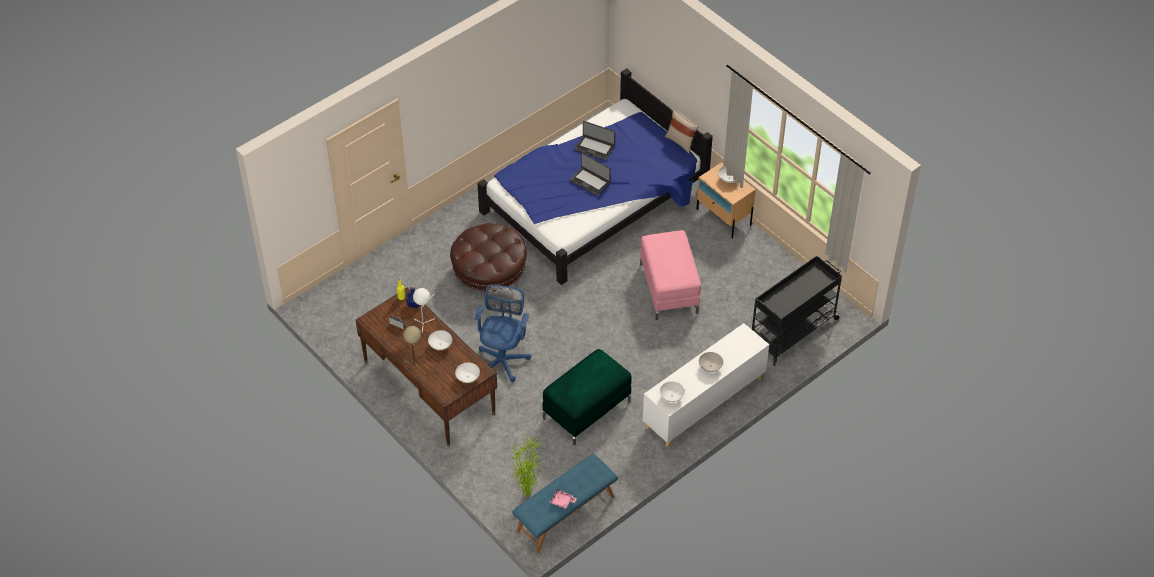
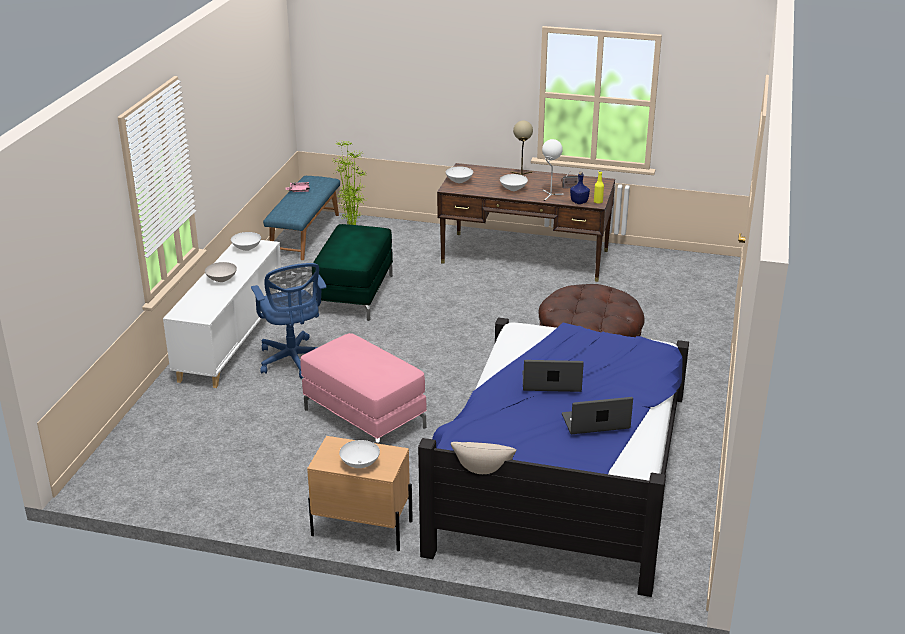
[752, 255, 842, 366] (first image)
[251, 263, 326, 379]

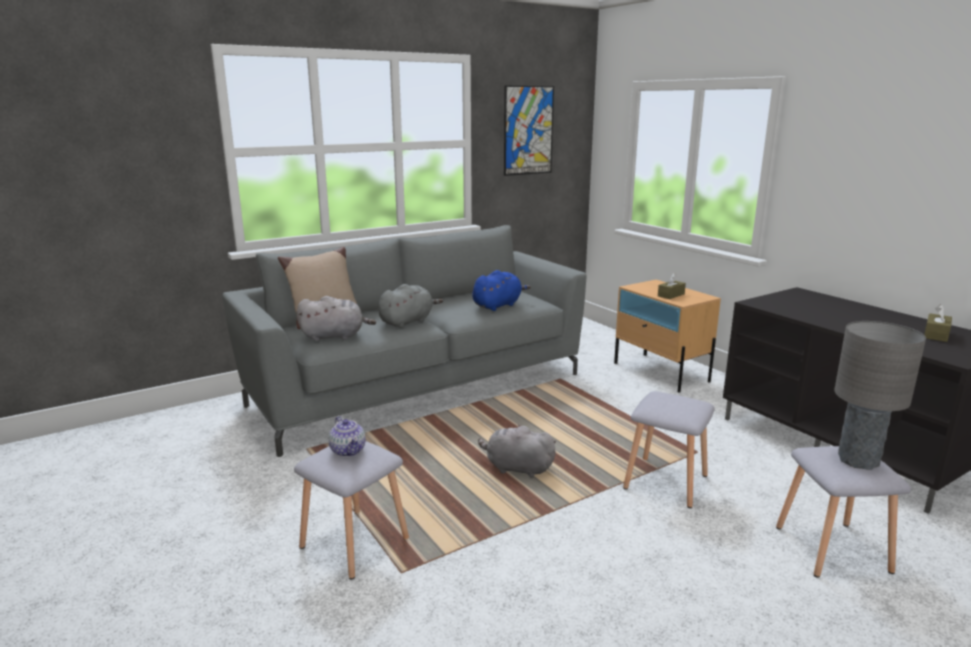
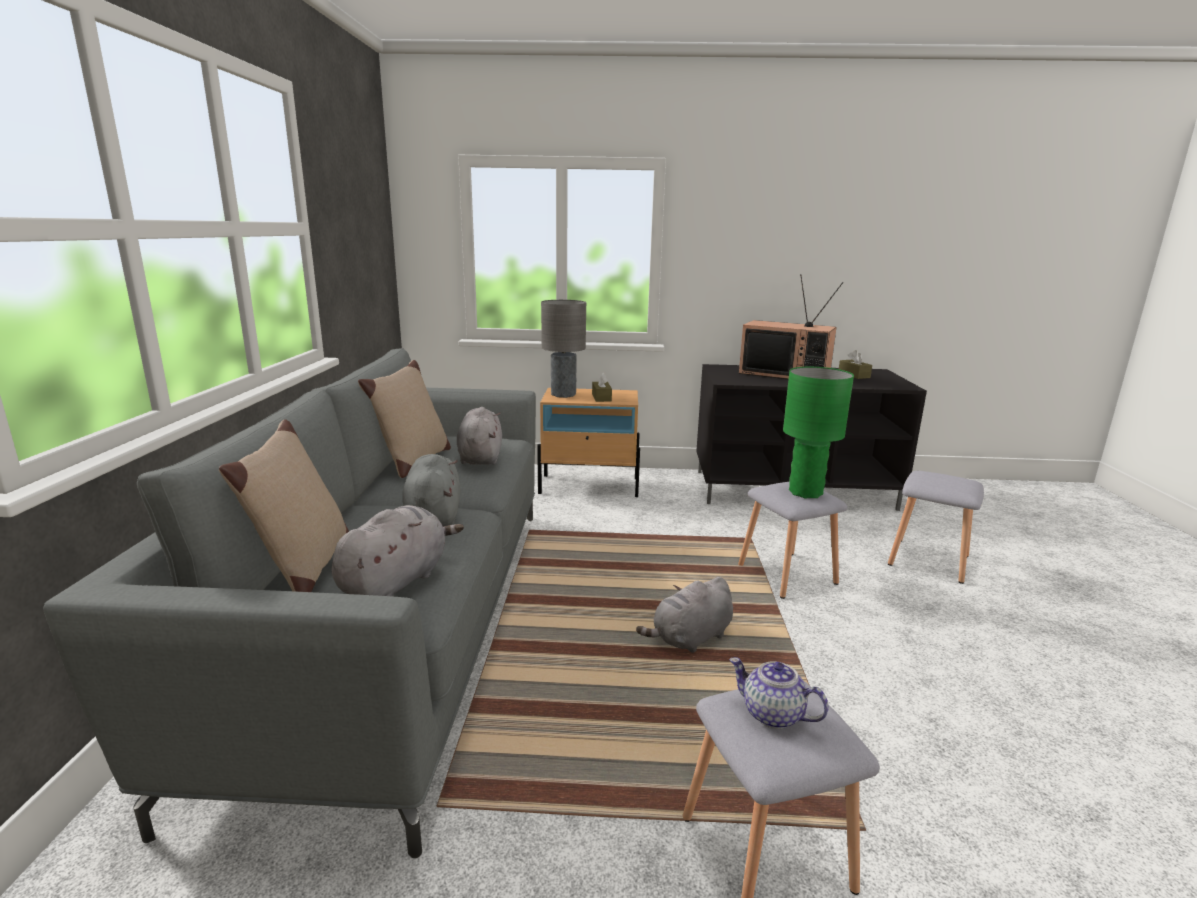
[504, 86, 554, 176] (first image)
[457, 407, 502, 465]
[541, 300, 586, 398]
[729, 657, 829, 729]
[739, 274, 843, 380]
[358, 360, 451, 478]
[783, 367, 854, 498]

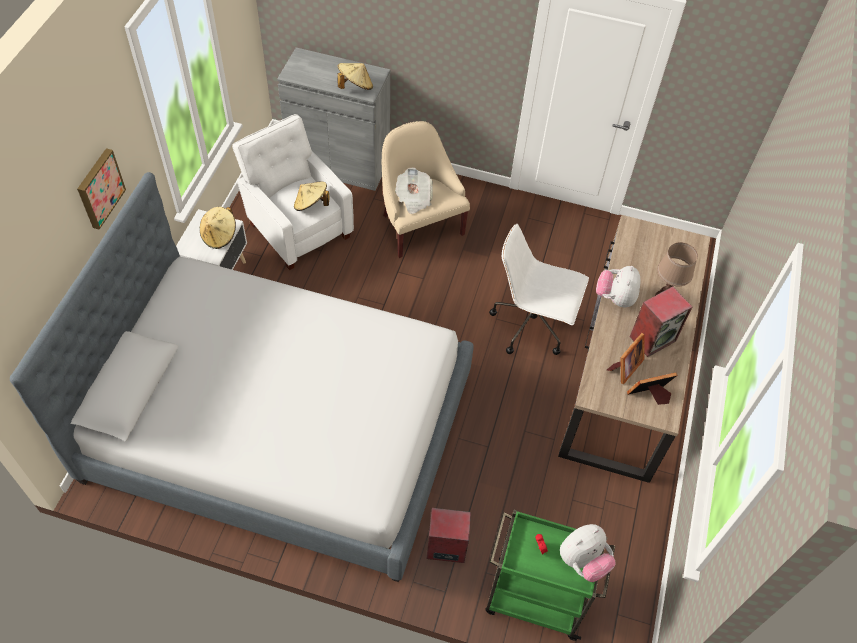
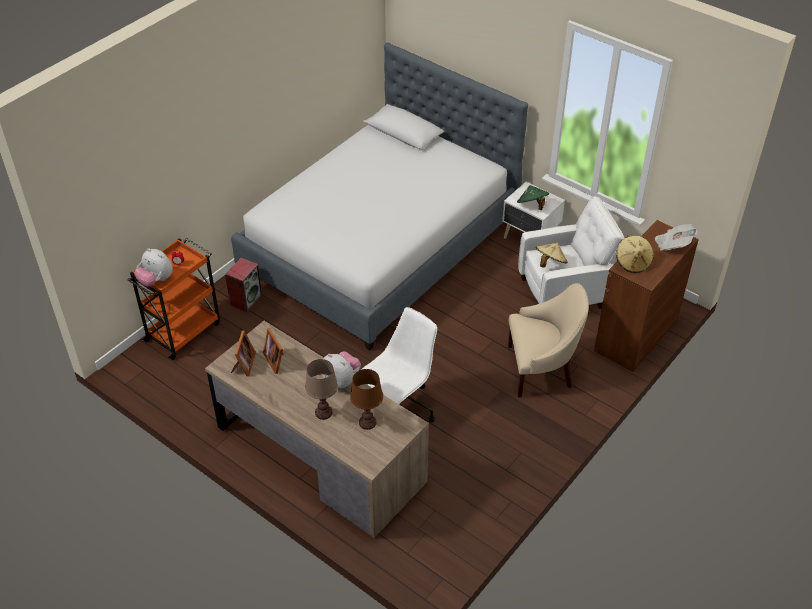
[594, 220, 699, 372]
[77, 148, 126, 230] (first image)
[655, 224, 698, 251]
[517, 185, 549, 210]
[630, 286, 692, 357] (first image)
[128, 238, 220, 360]
[135, 248, 173, 286]
[350, 369, 383, 430]

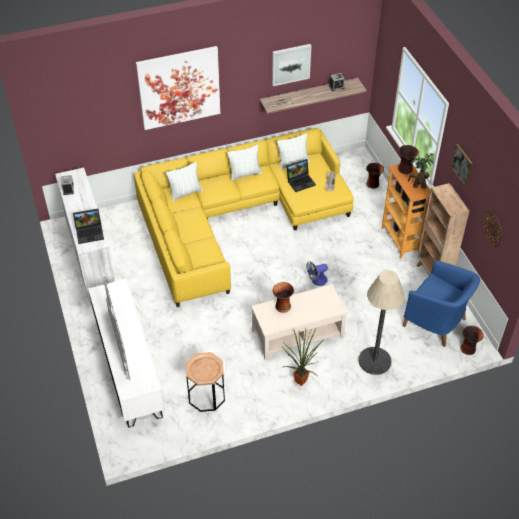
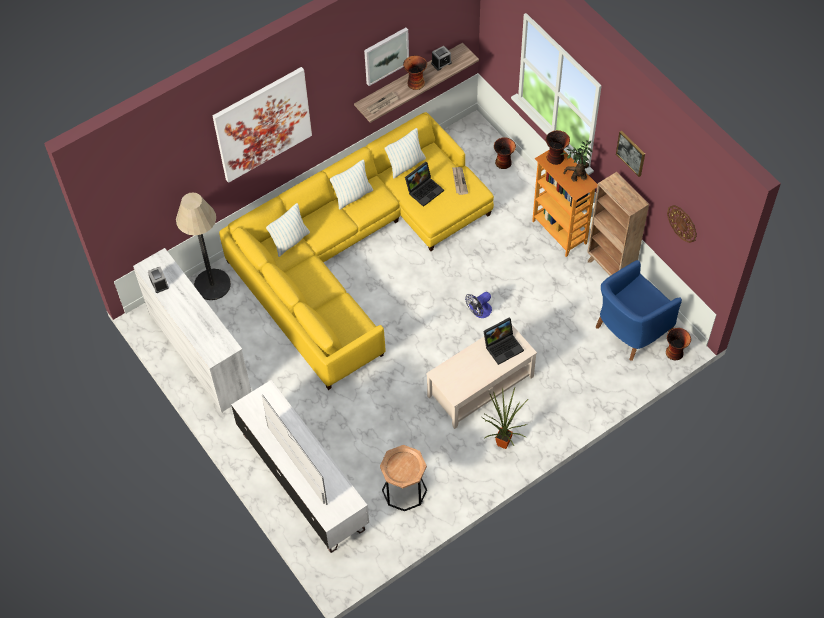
[483, 317, 524, 365]
[596, 260, 682, 361]
[176, 192, 231, 300]
[403, 55, 427, 90]

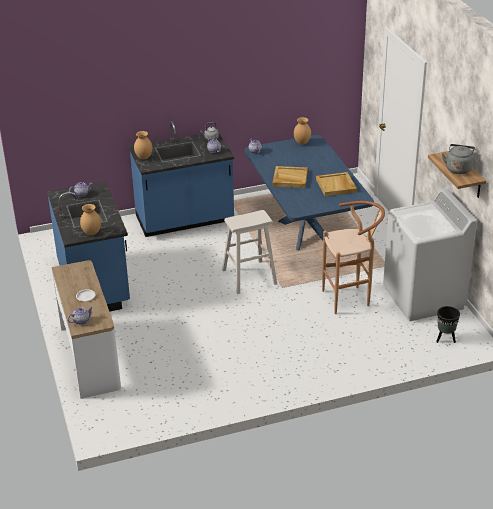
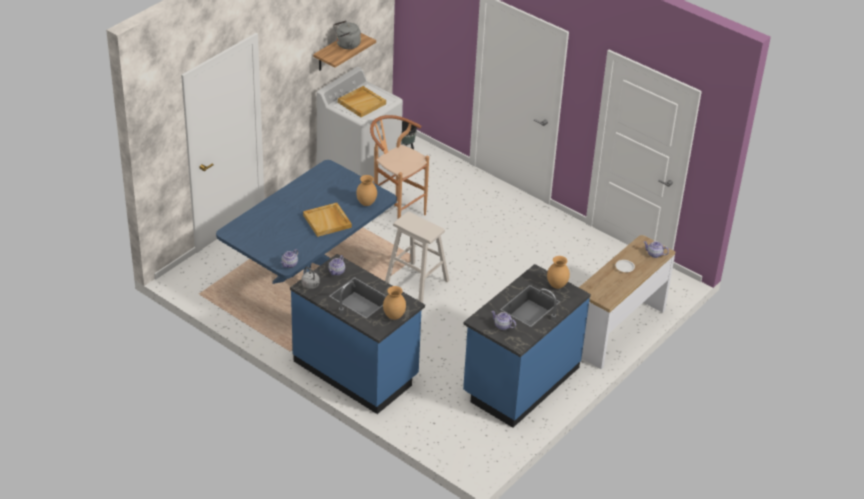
[356, 175, 377, 206]
[338, 86, 386, 117]

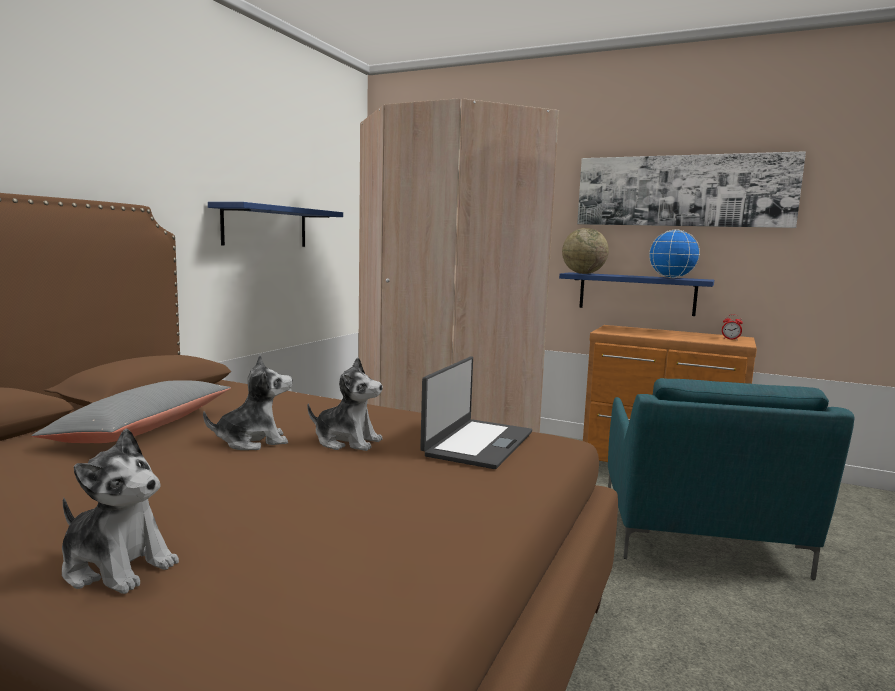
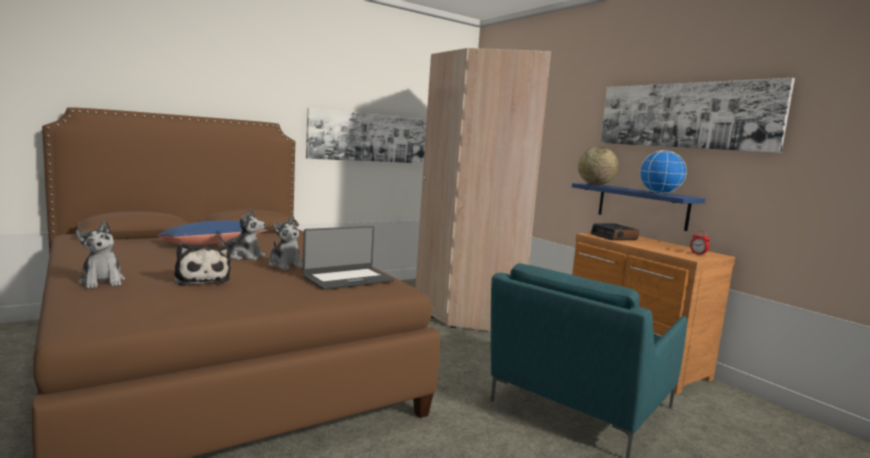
[306, 108, 427, 163]
[156, 220, 267, 245]
[591, 223, 639, 240]
[174, 243, 231, 286]

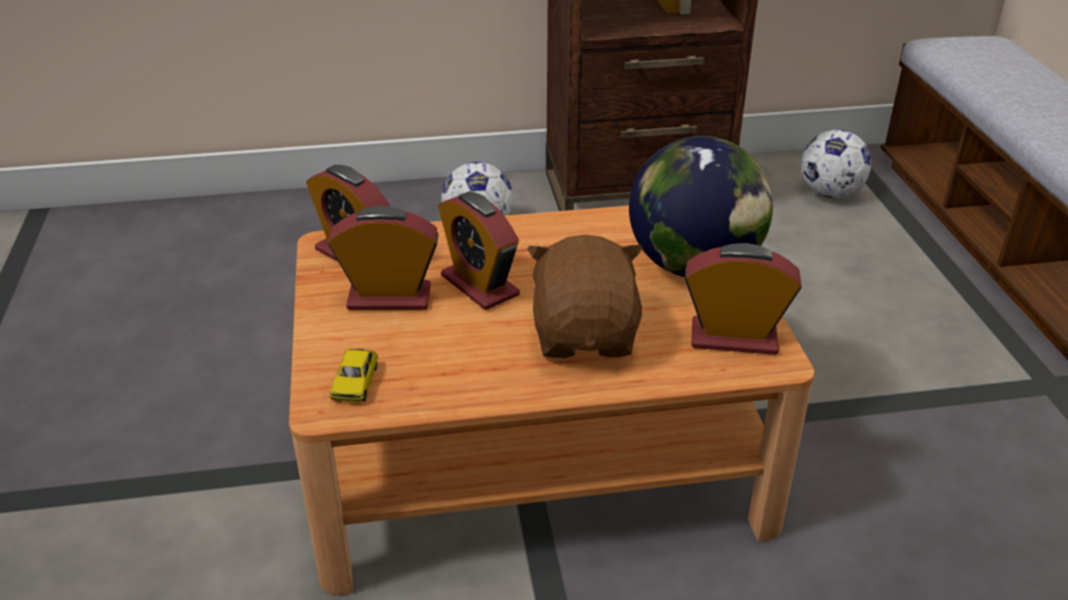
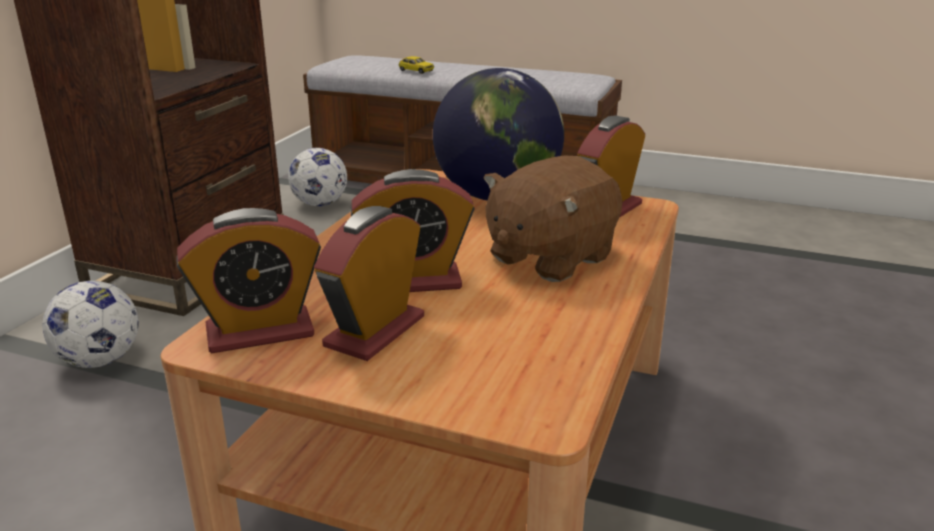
[484, 156, 623, 282]
[399, 56, 434, 74]

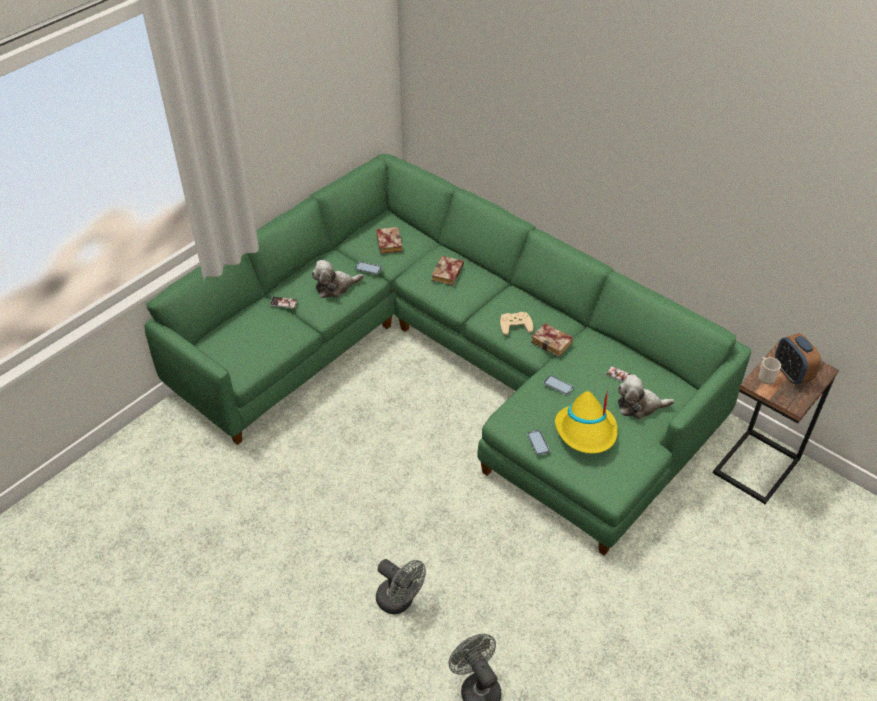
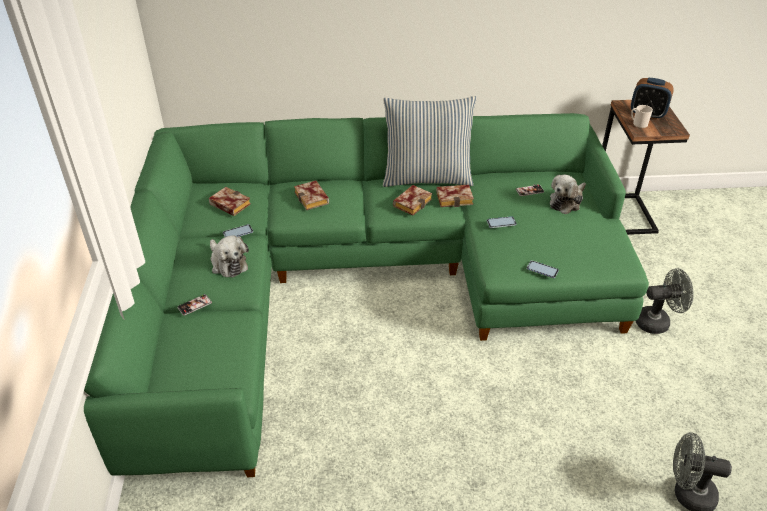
[210, 235, 249, 278]
[393, 185, 432, 215]
[555, 389, 618, 454] (first image)
[636, 268, 694, 334]
[383, 96, 477, 187]

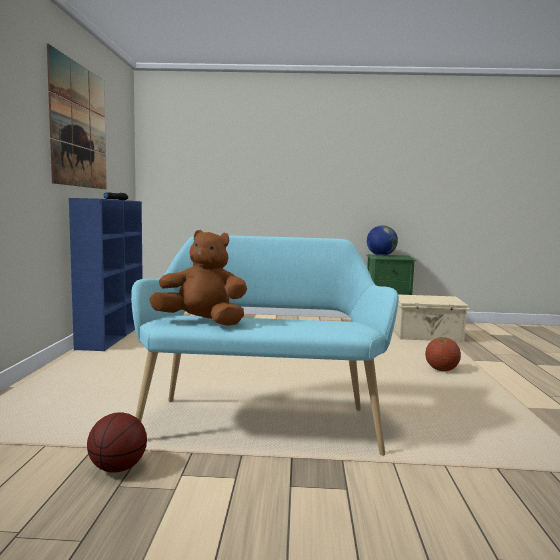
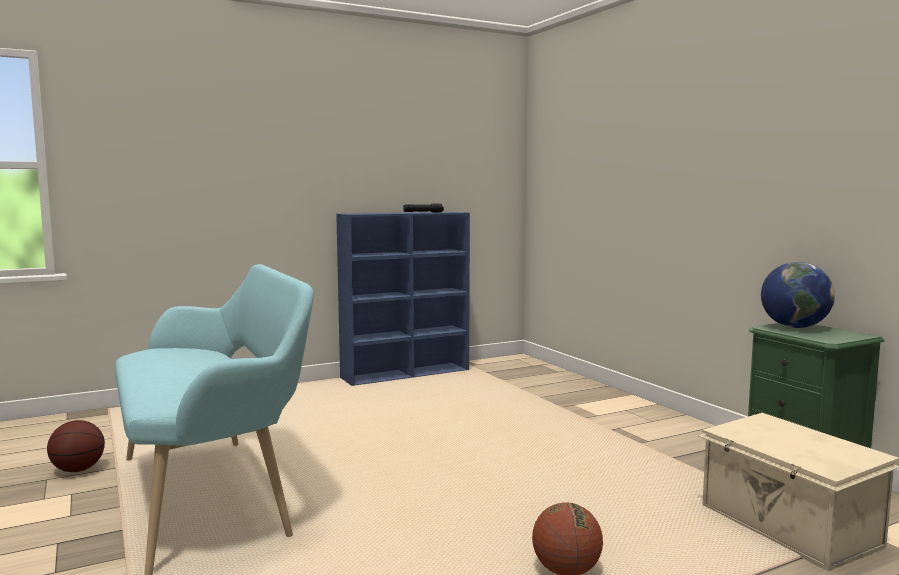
[47, 44, 107, 189] (first image)
[149, 230, 247, 326] (first image)

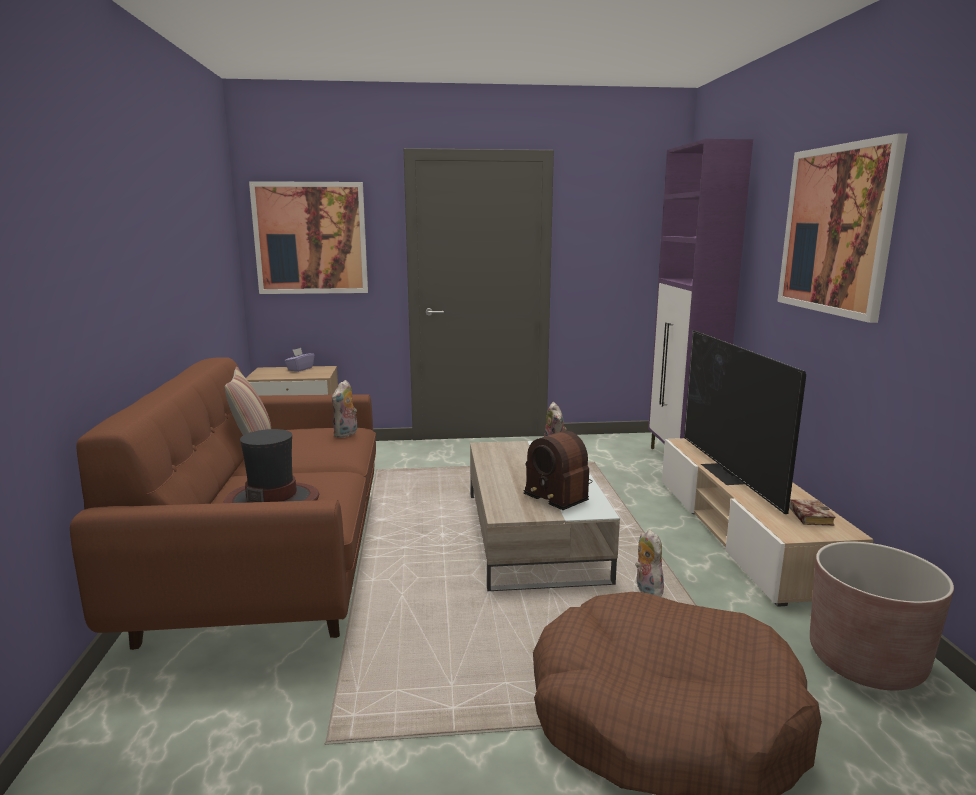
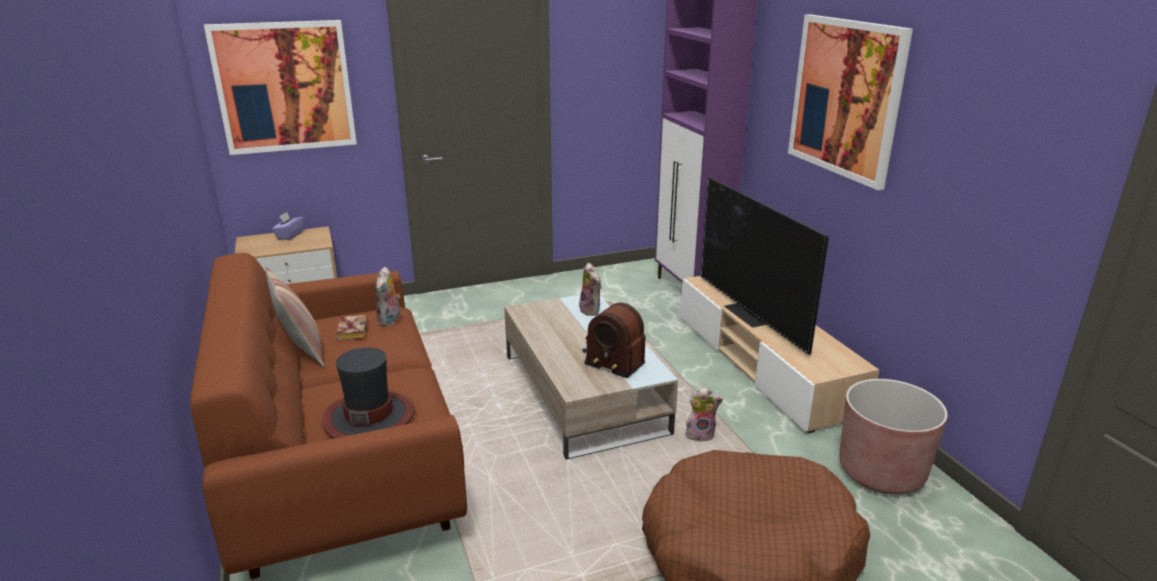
[336, 315, 367, 341]
[685, 387, 723, 441]

